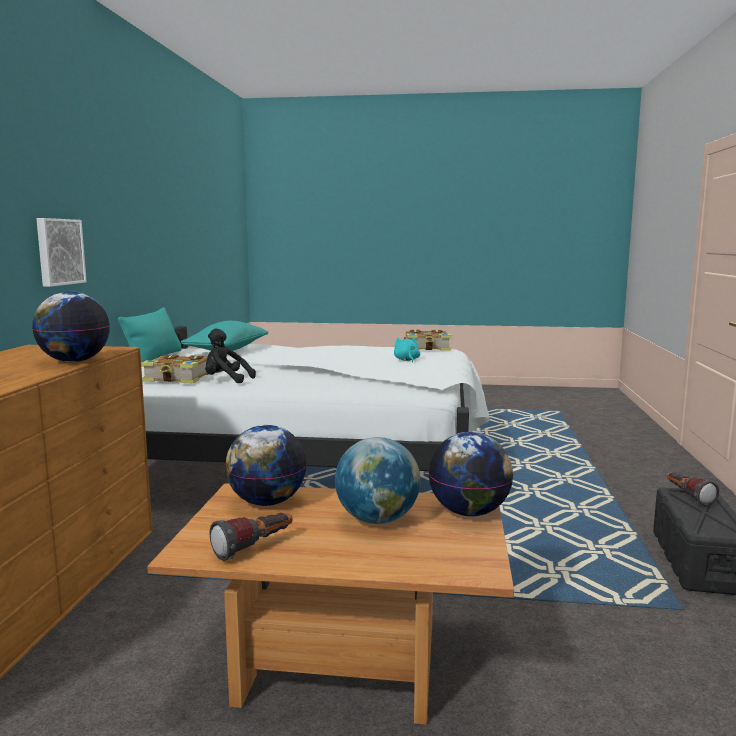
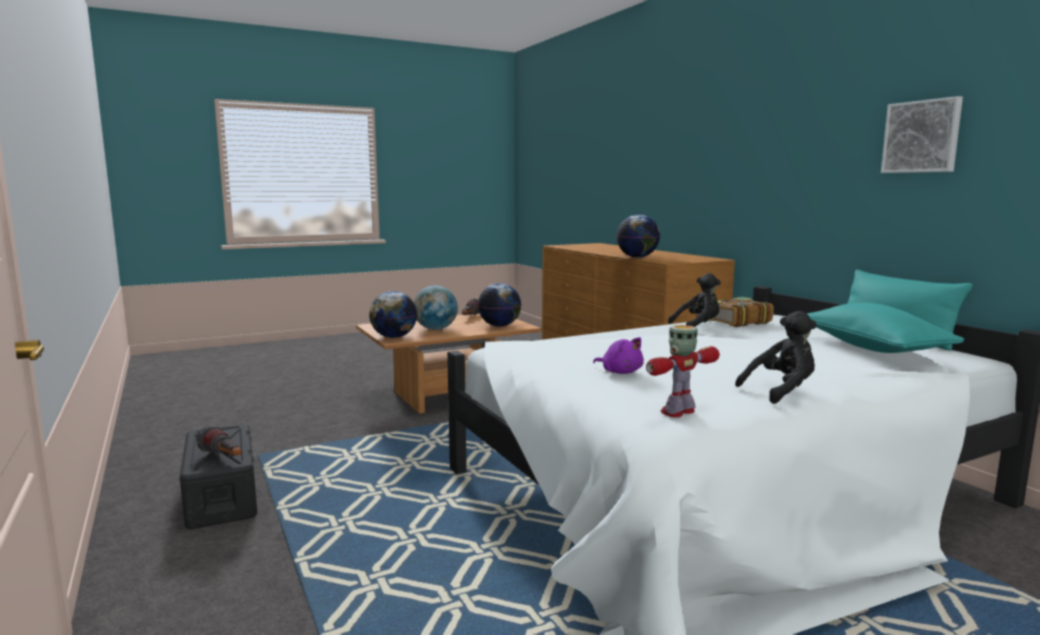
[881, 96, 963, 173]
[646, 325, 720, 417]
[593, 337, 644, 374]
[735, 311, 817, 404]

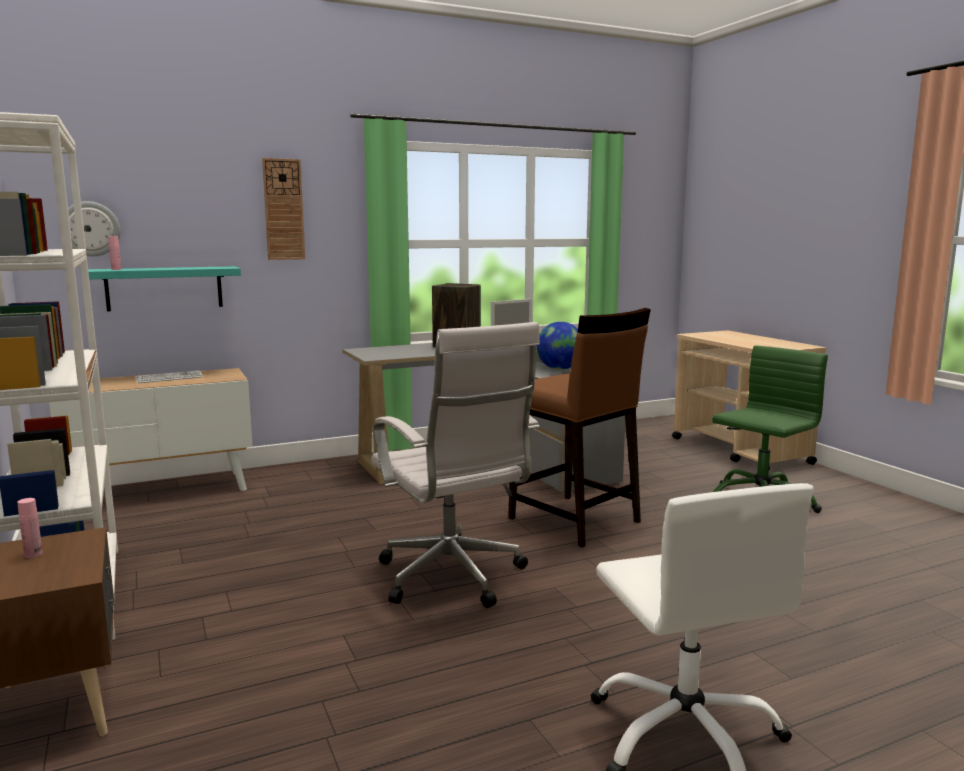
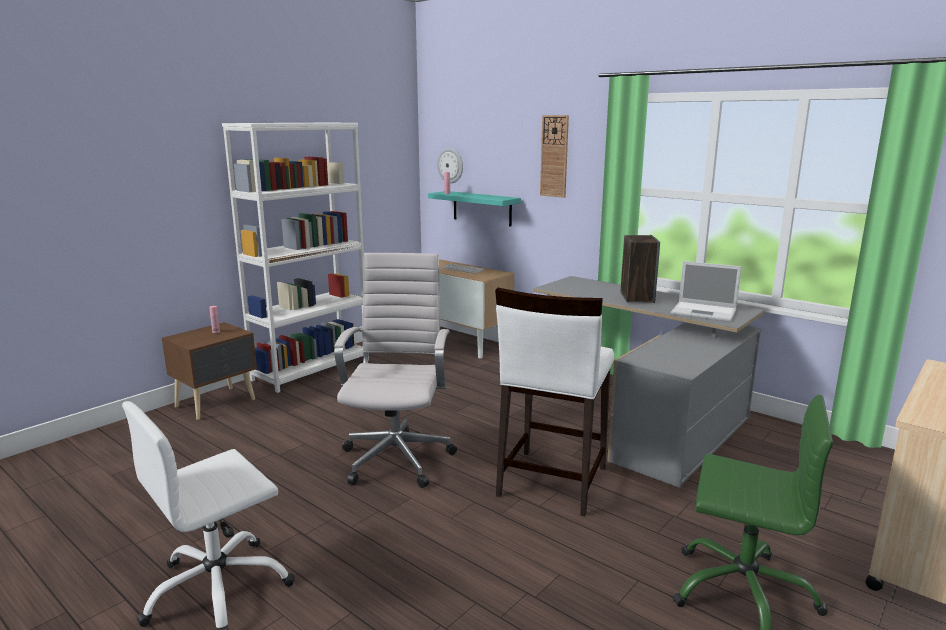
[495, 288, 614, 516]
[334, 253, 457, 488]
[536, 322, 578, 370] (first image)

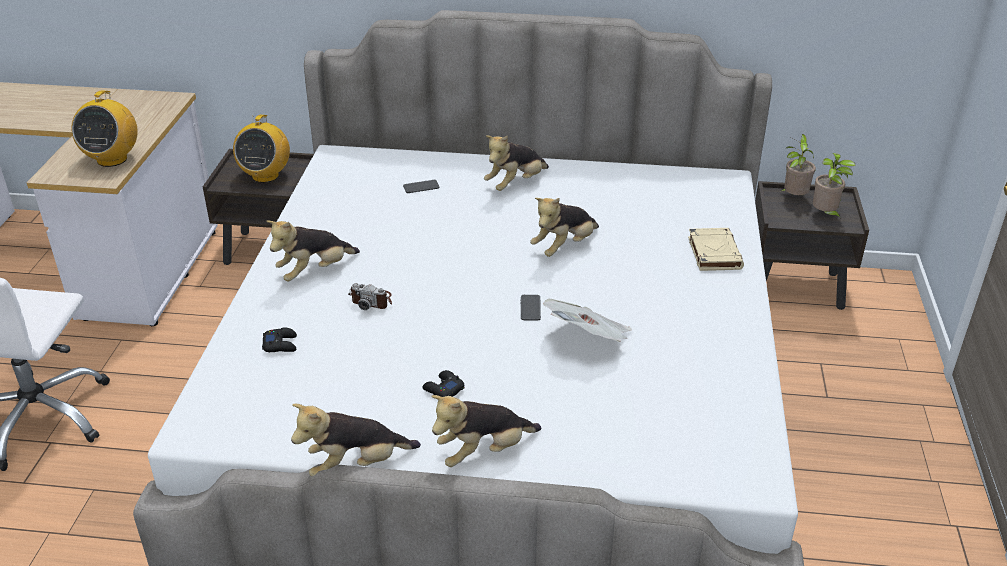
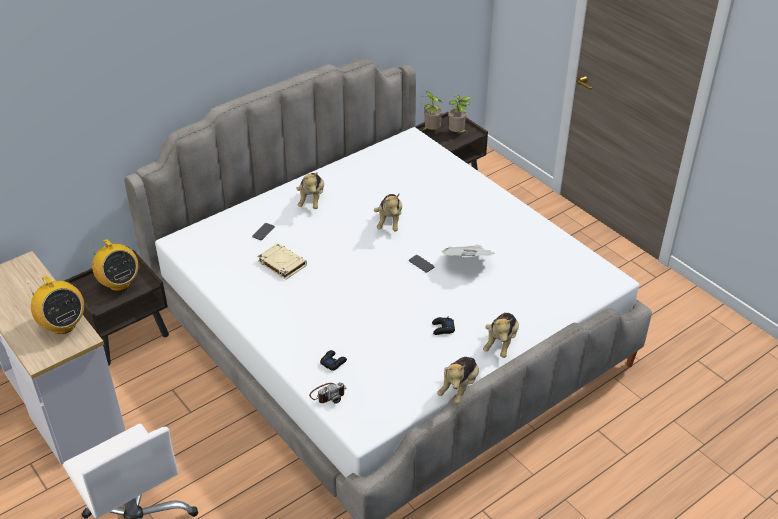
[266, 220, 360, 281] (first image)
[257, 243, 307, 280]
[309, 382, 347, 404]

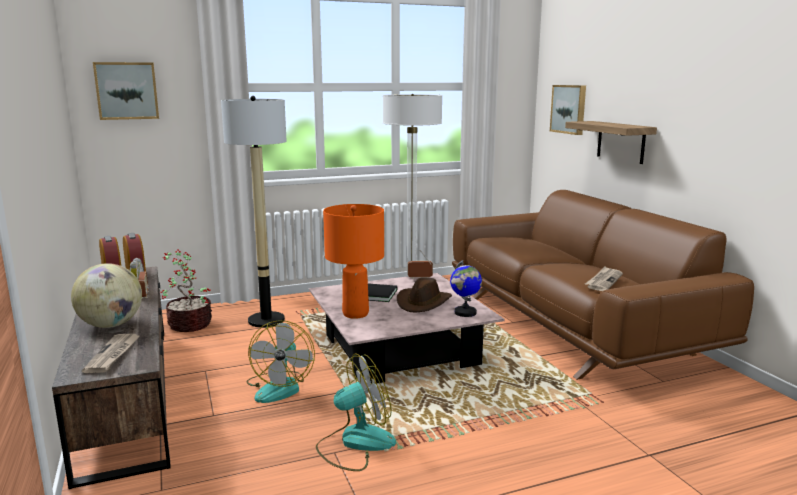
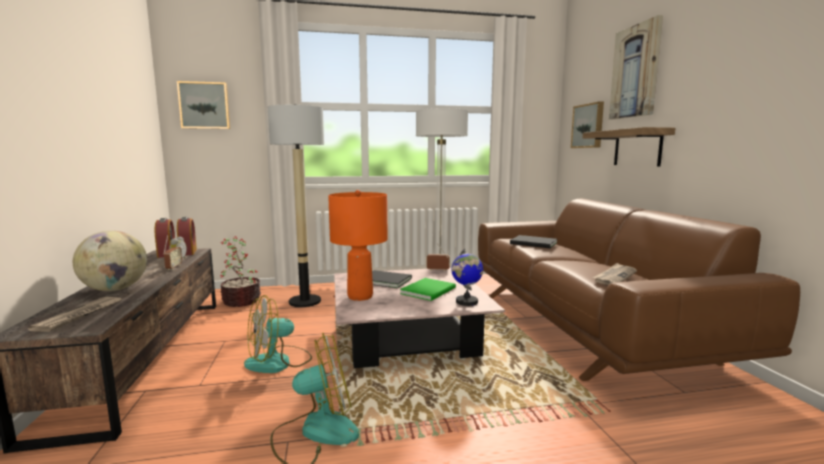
[400, 278, 456, 301]
[244, 295, 312, 373]
[609, 15, 663, 119]
[510, 235, 557, 248]

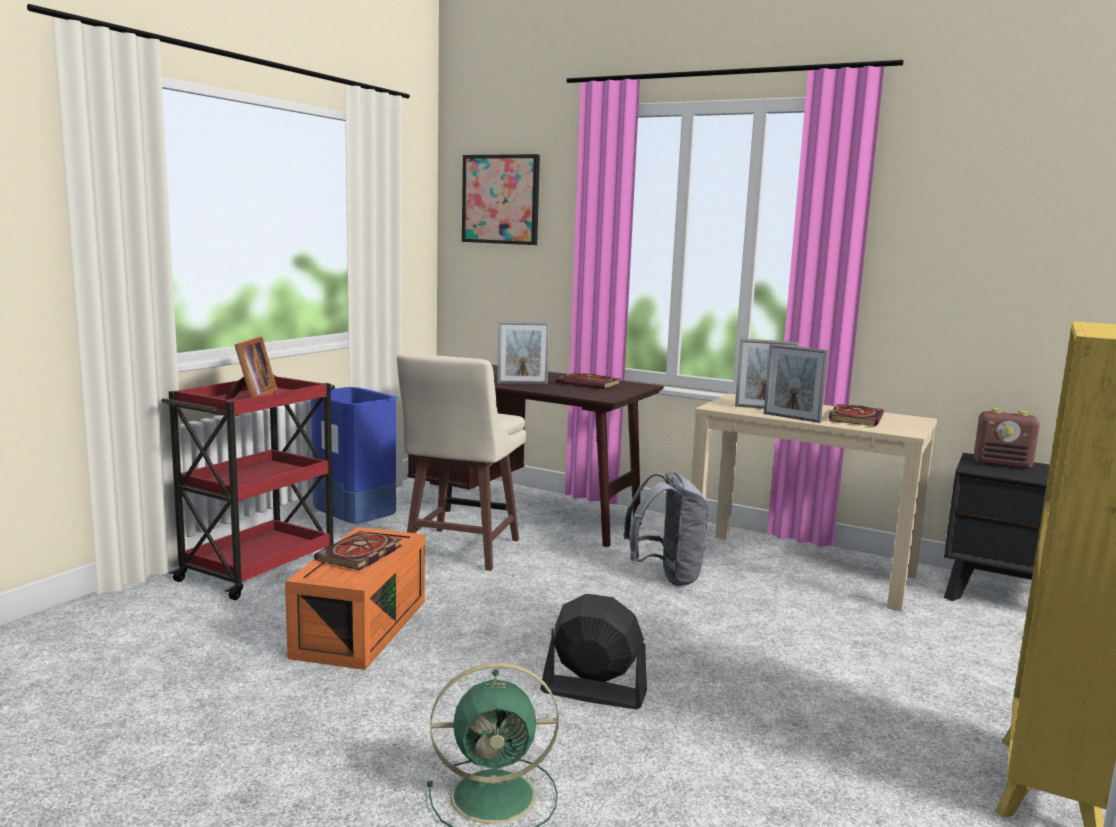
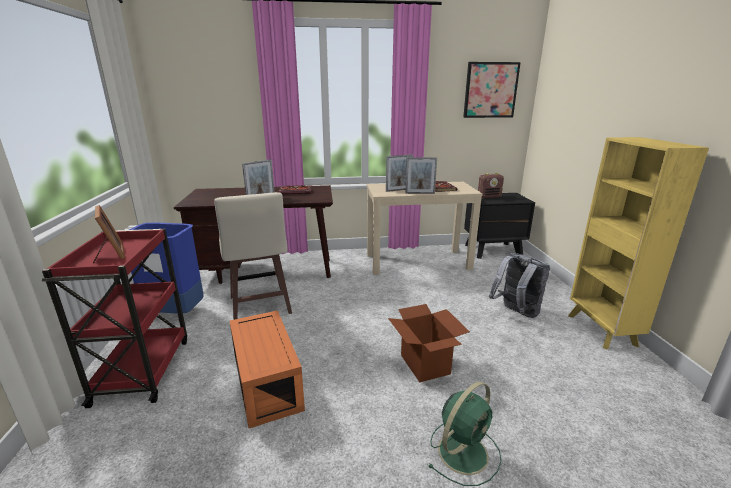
[463, 62, 521, 118]
[489, 253, 550, 318]
[314, 531, 402, 570] (first image)
[388, 304, 470, 382]

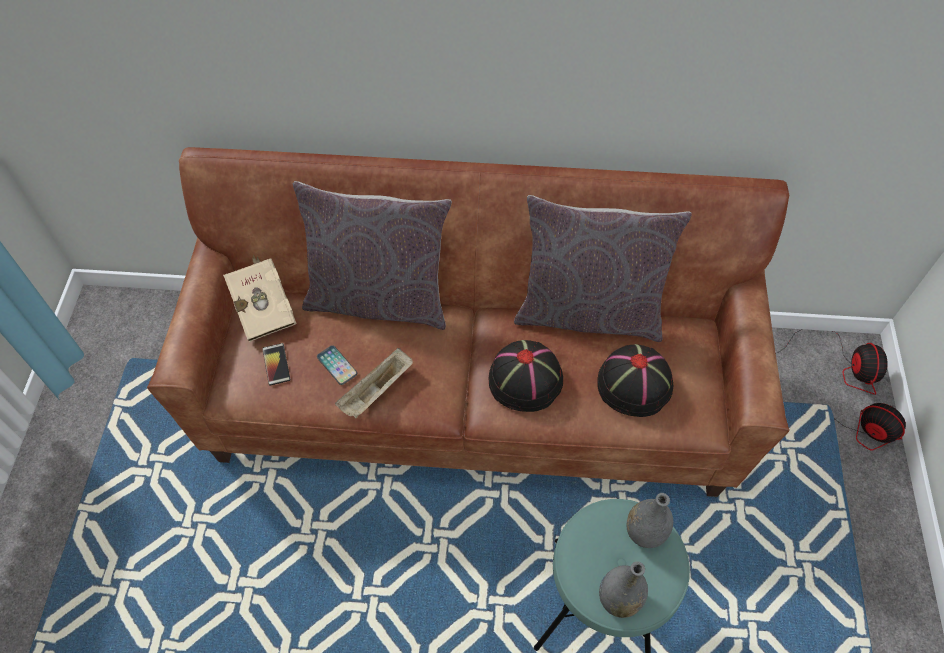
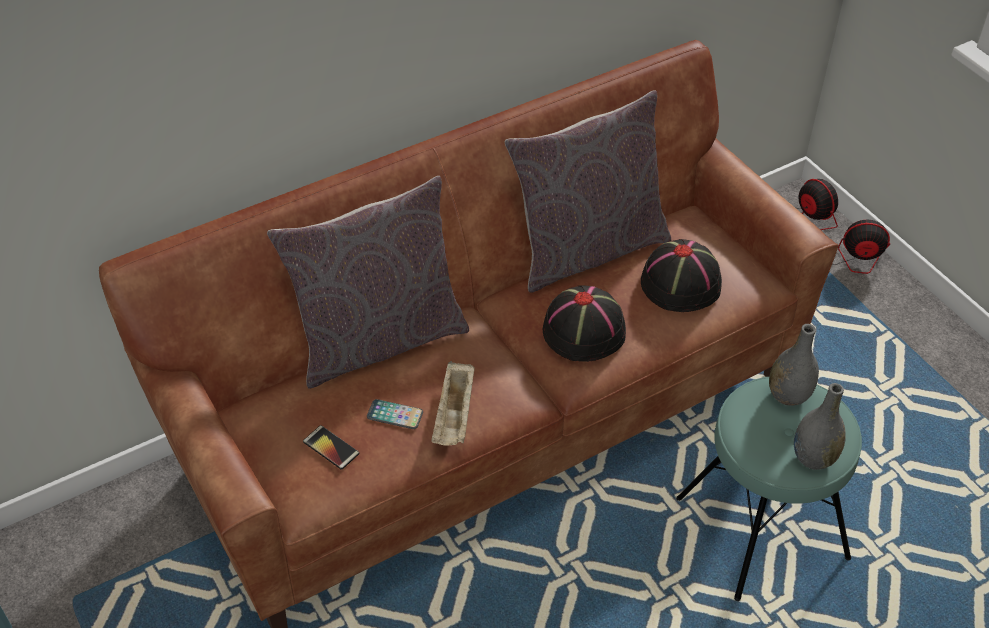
[223, 255, 297, 342] (first image)

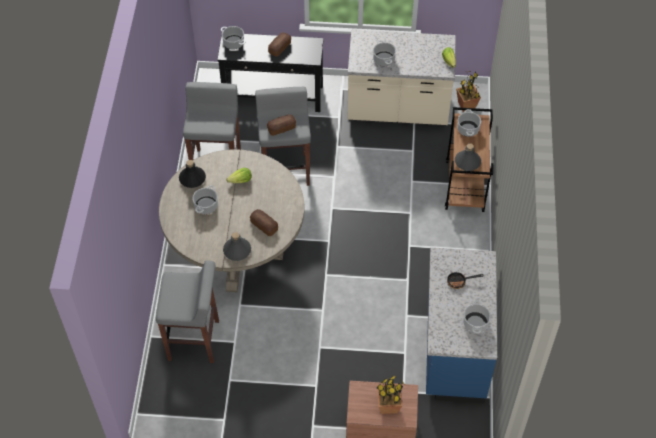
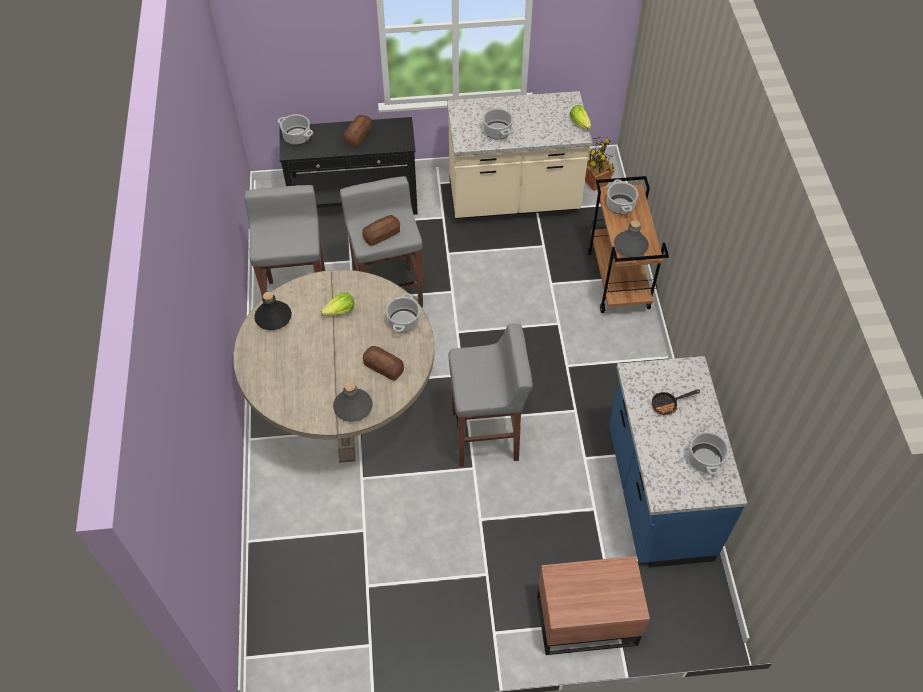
[386, 293, 420, 333]
[449, 324, 533, 467]
[377, 375, 405, 414] (first image)

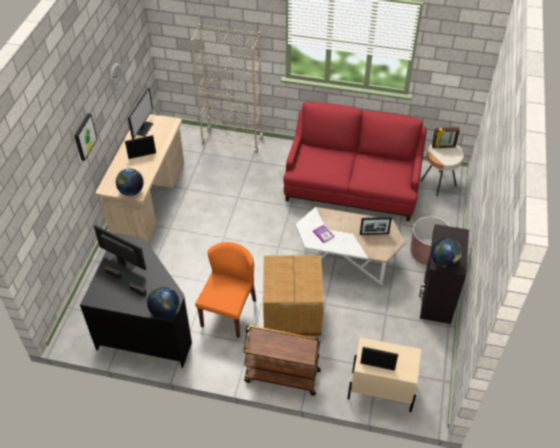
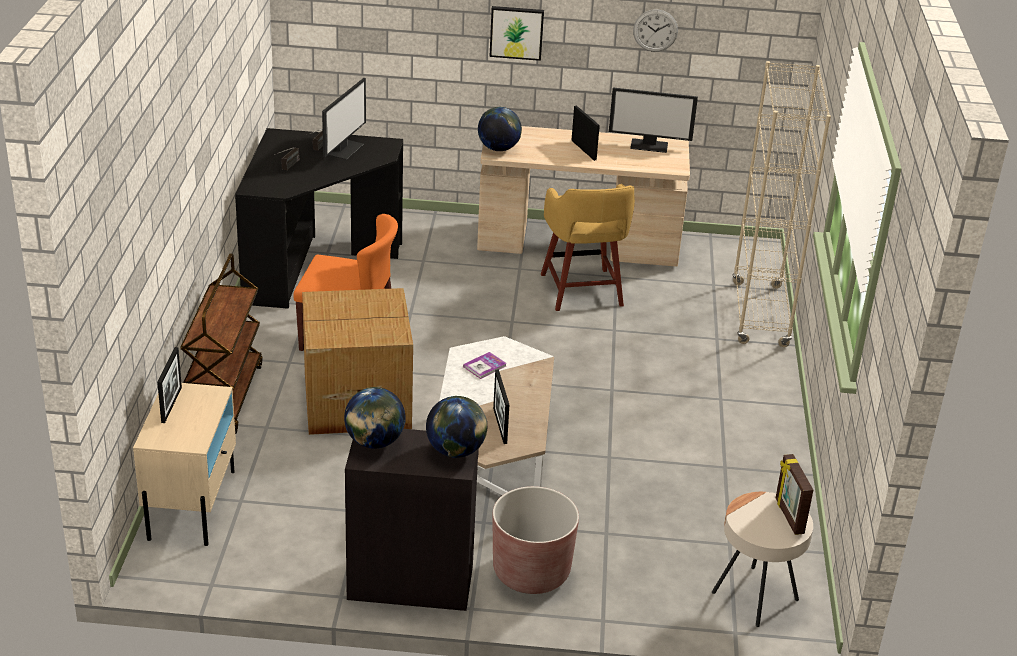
[283, 102, 427, 221] (first image)
[426, 396, 487, 458]
[541, 184, 635, 311]

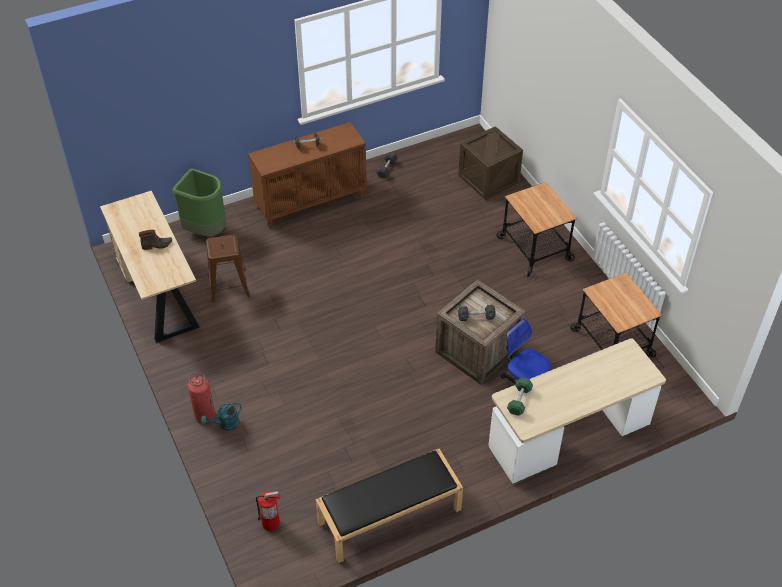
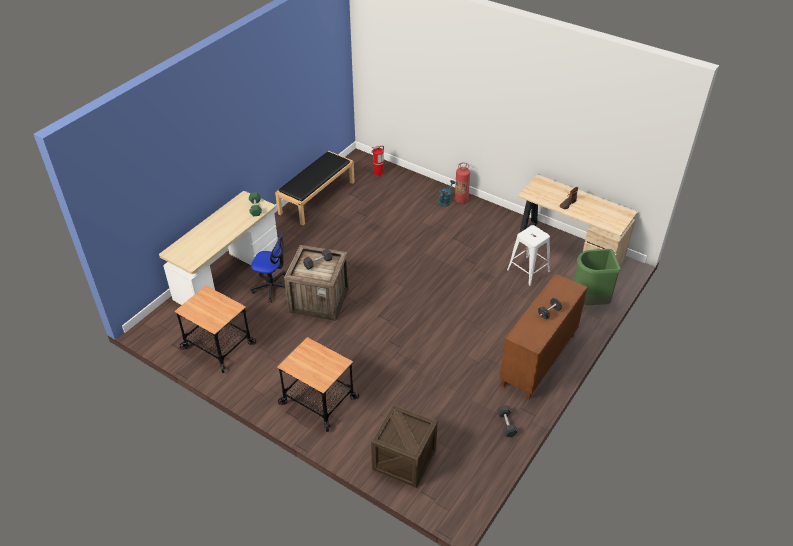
[507, 225, 550, 286]

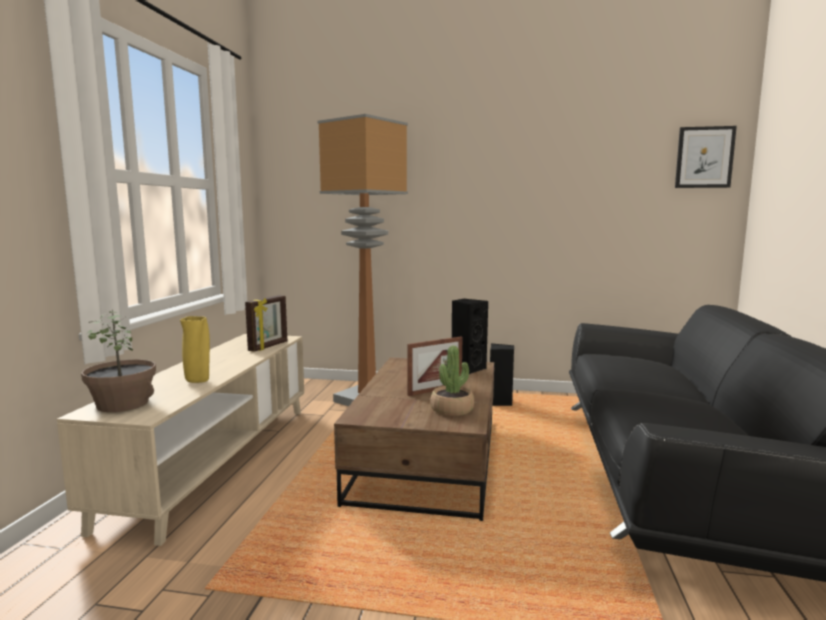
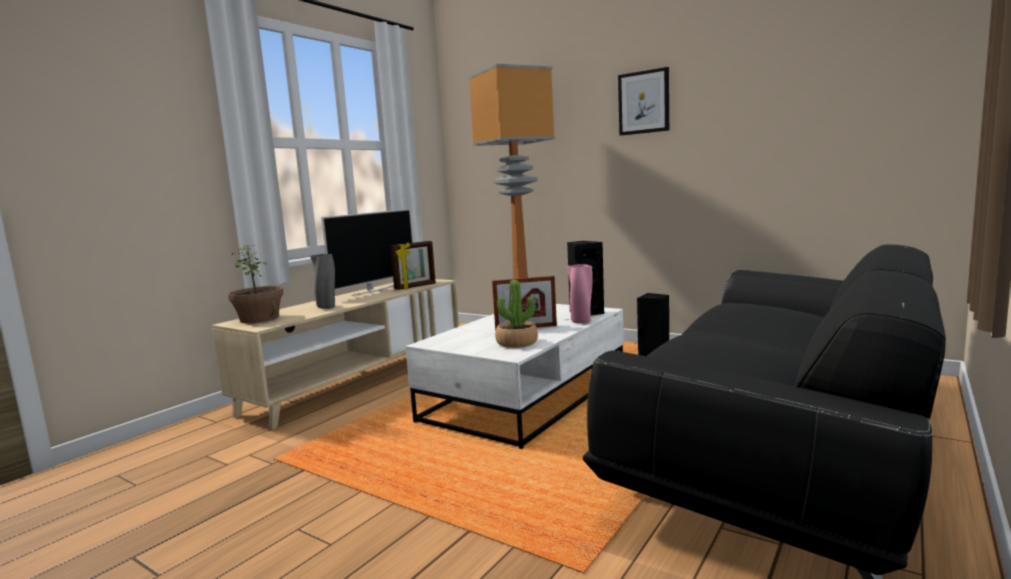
[618, 67, 669, 136]
[310, 254, 335, 309]
[405, 304, 624, 449]
[321, 209, 413, 296]
[567, 264, 593, 324]

